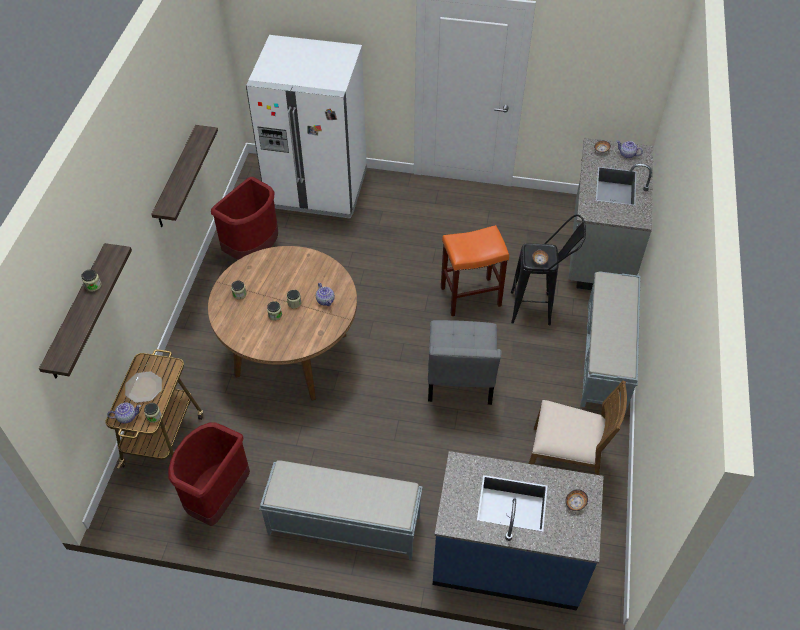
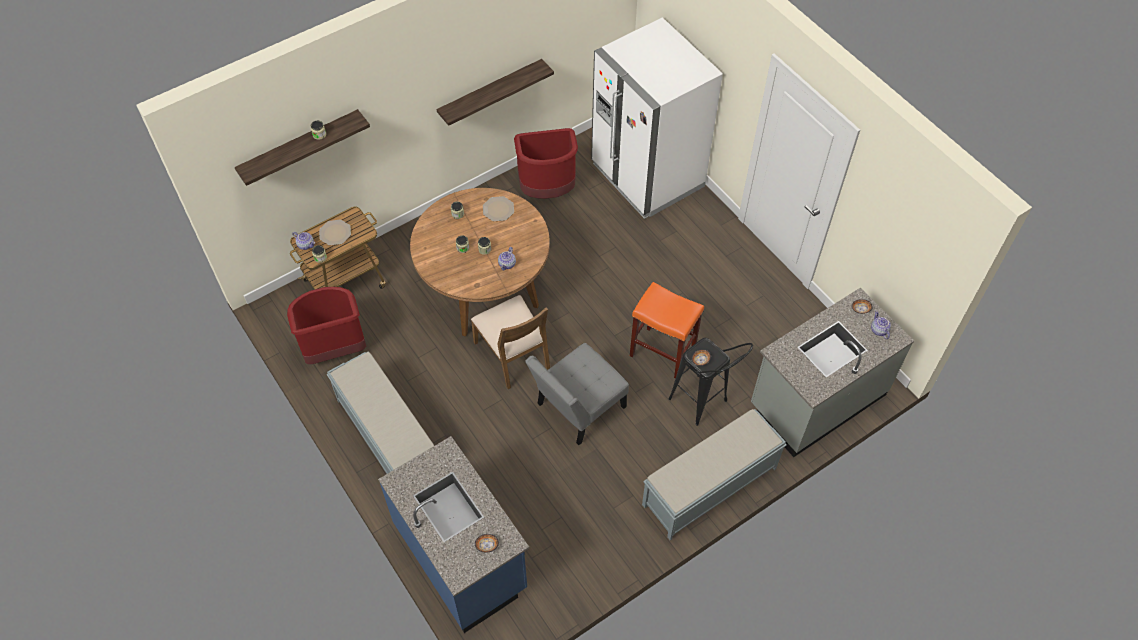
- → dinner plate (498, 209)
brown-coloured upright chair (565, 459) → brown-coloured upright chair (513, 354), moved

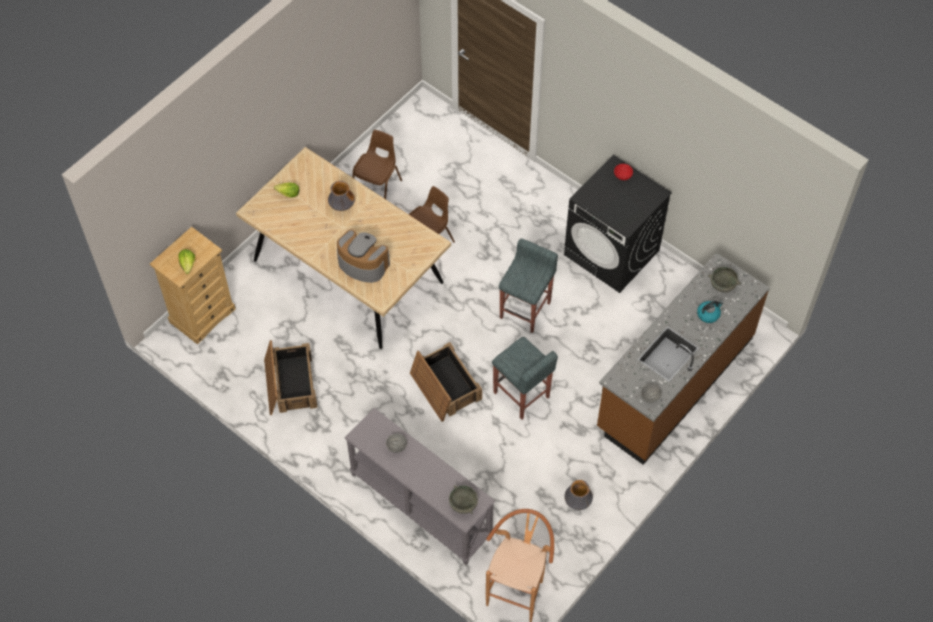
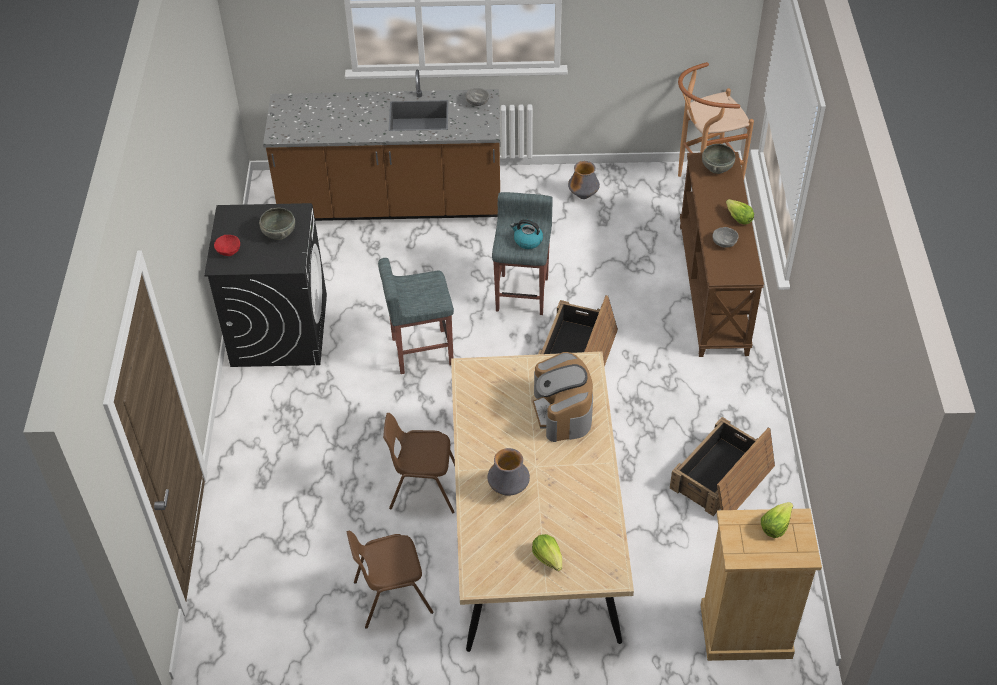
- → head of lettuce (738, 218)
water kettle (708, 314) → water kettle (527, 241), moved
grey bowl (723, 285) → grey bowl (278, 233), moved
grey hall table (420, 505) → brown-coloured hall table (714, 289)

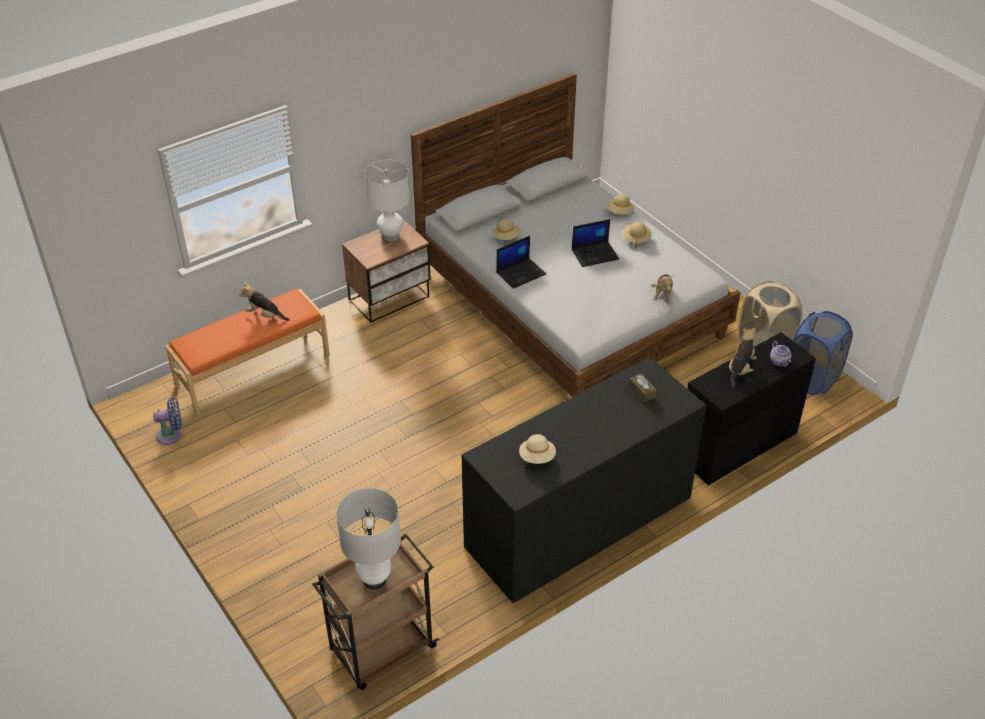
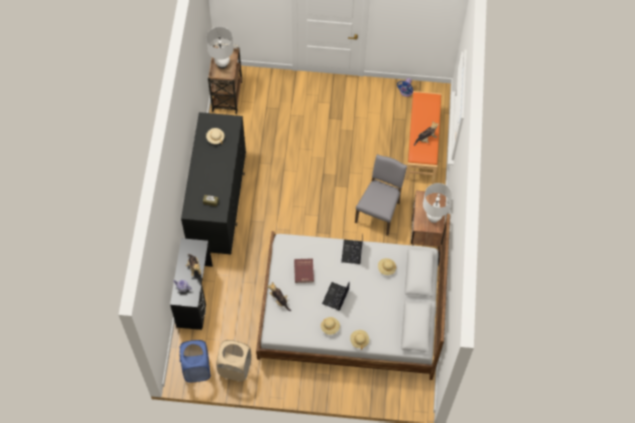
- → red volume (304, 271)
- → grey upright chair (379, 212)

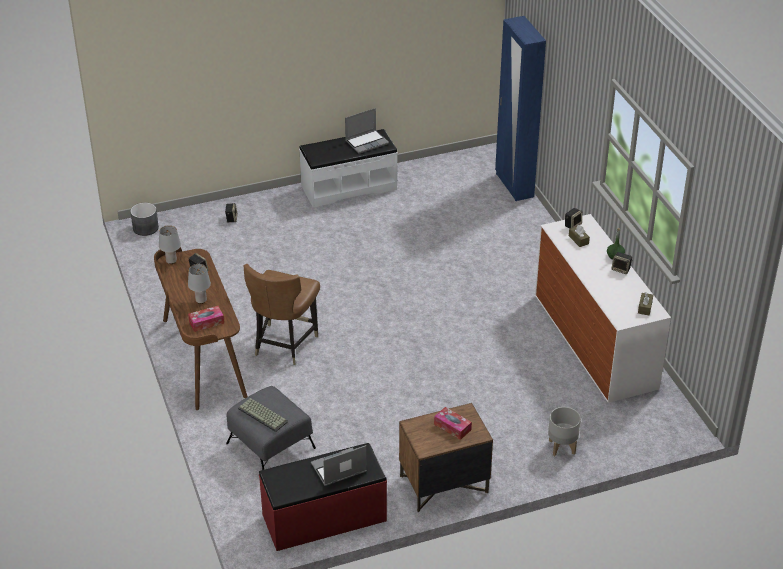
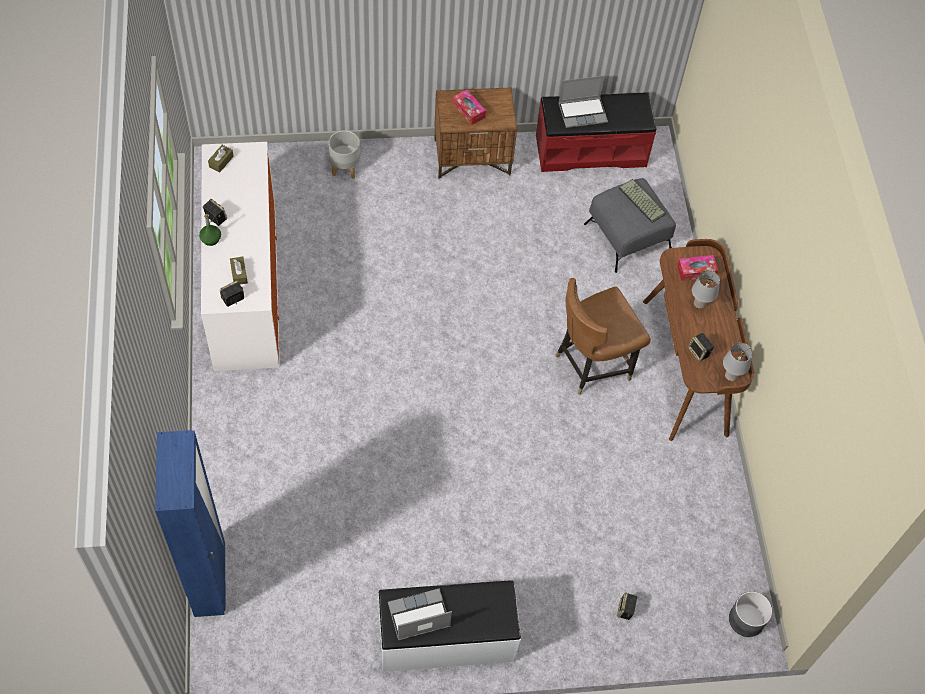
brown-coloured upright chair (284, 344) → brown-coloured upright chair (592, 364), 150 degrees counterclockwise

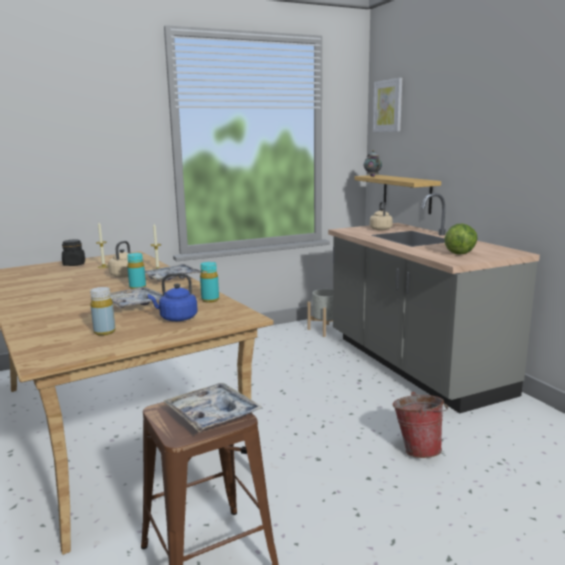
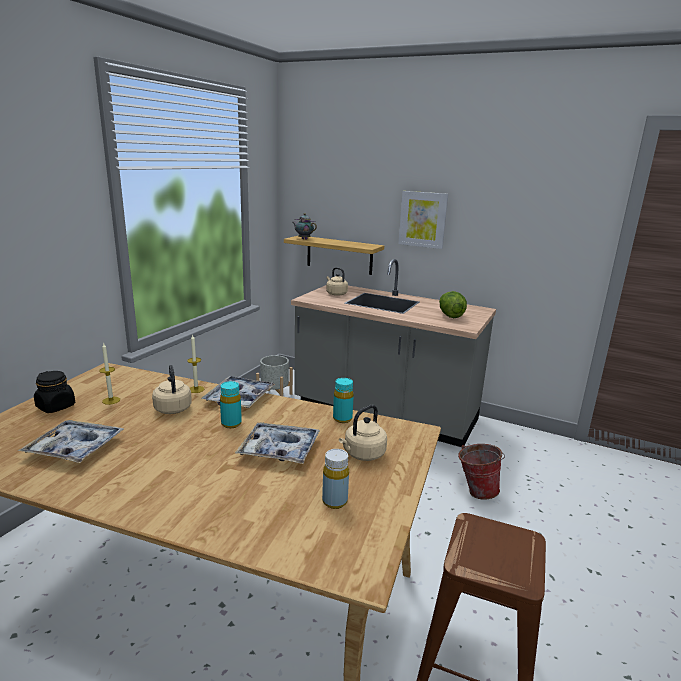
serving tray (212, 414) → serving tray (75, 448), moved
picture (388, 106) → picture (423, 219), moved
blue water kettle (176, 318) → beige water kettle (363, 454)

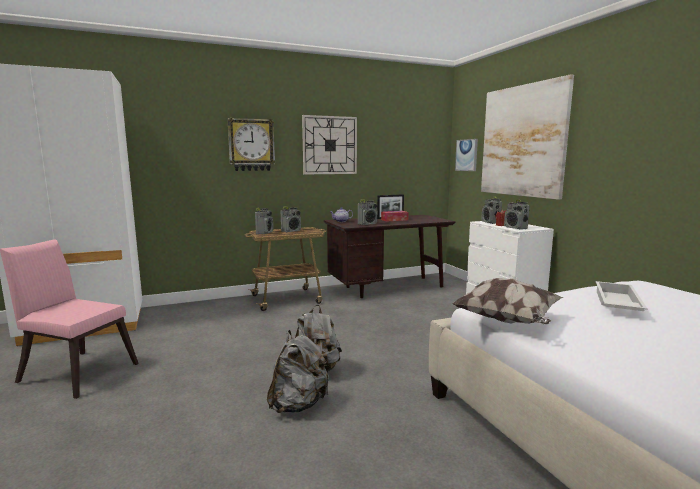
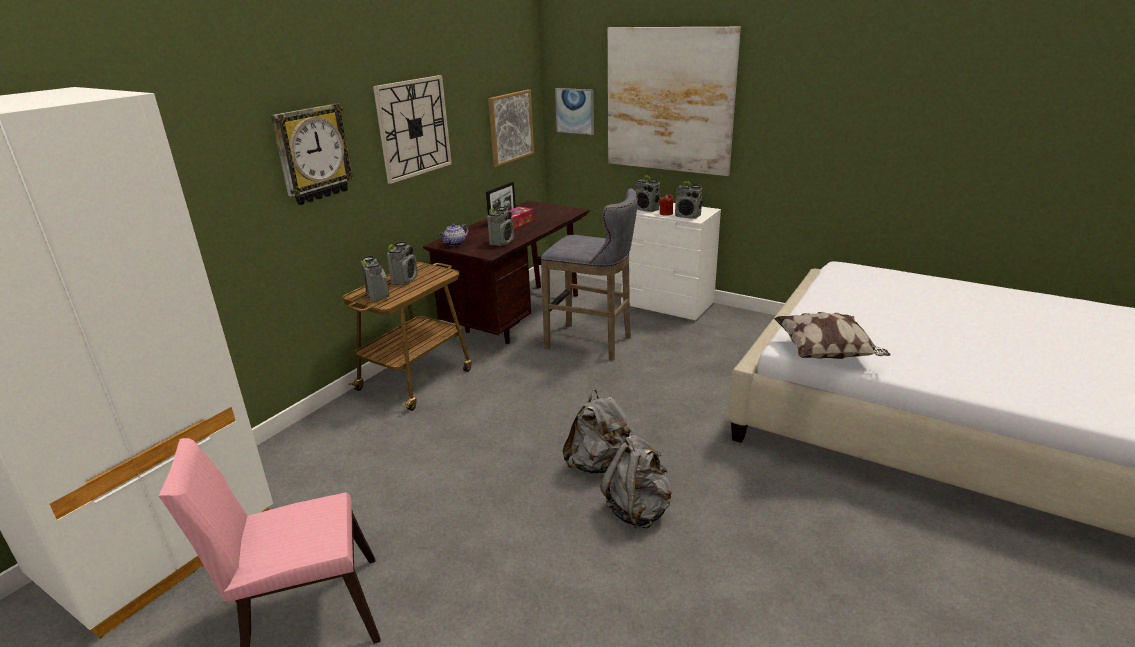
white serving tray (615, 303) → -
- → picture (510, 127)
- → grey stool seat (593, 343)

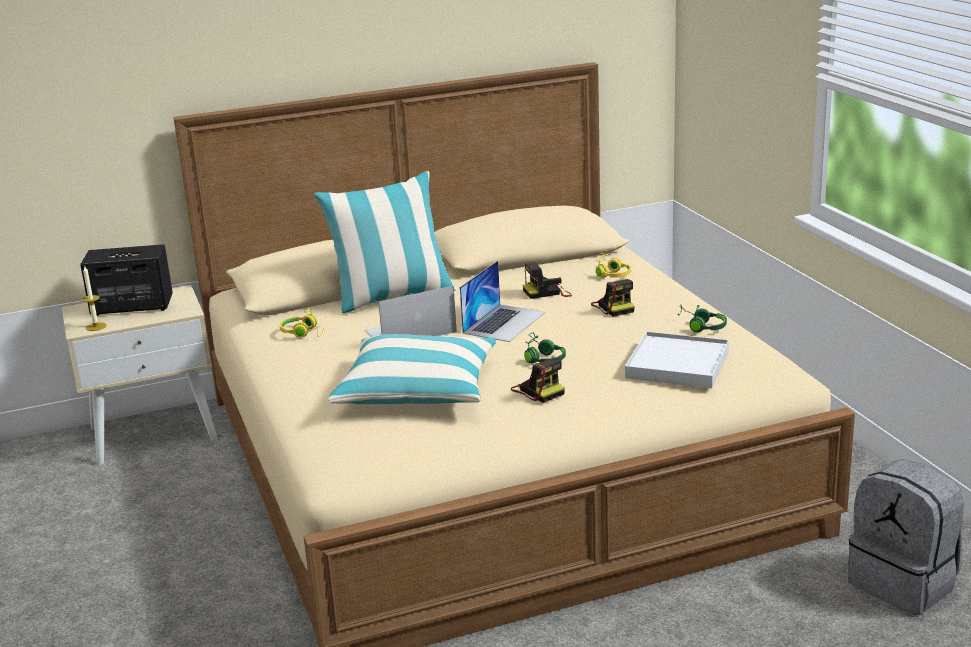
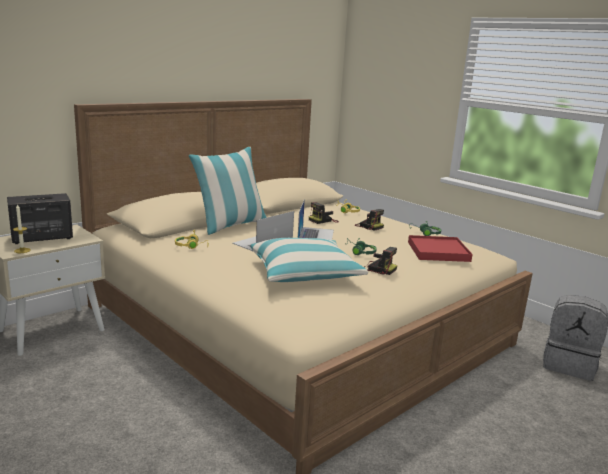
white serving tray (677, 365) → red serving tray (438, 251)

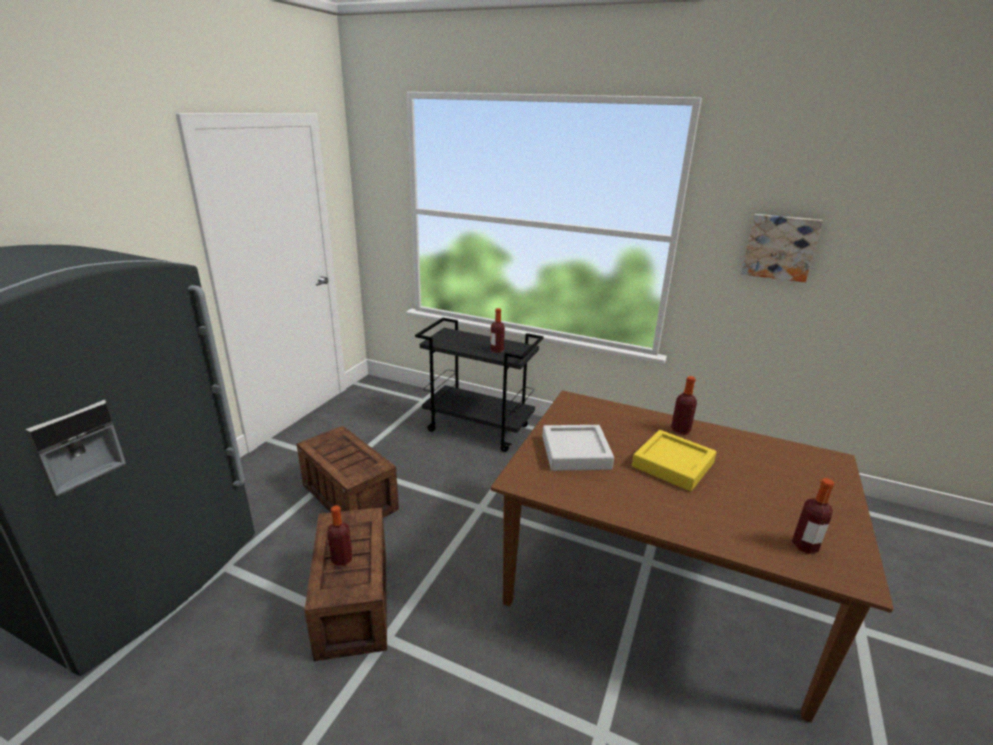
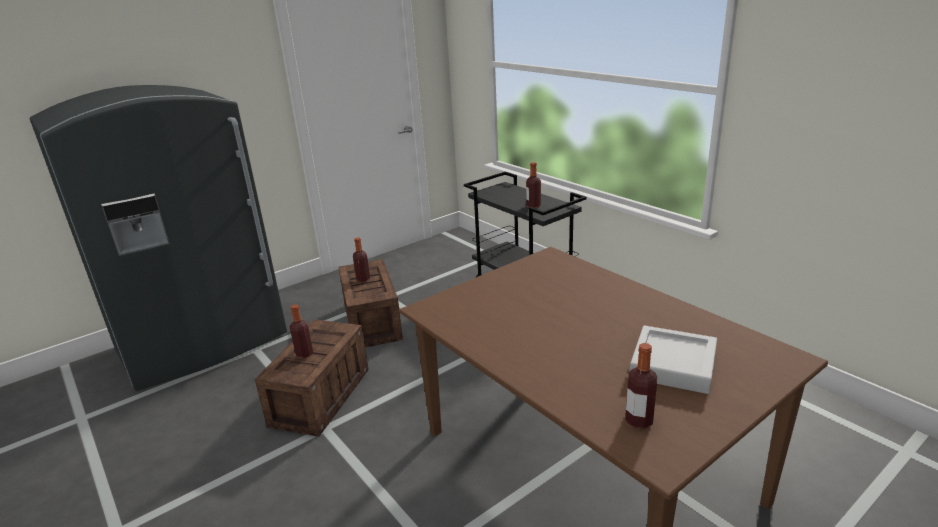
yellow serving tray (672, 465) → -
picture (779, 247) → -
grey serving tray (575, 452) → grey serving tray (673, 365), moved
beverage bottle (680, 430) → beverage bottle (363, 279), moved

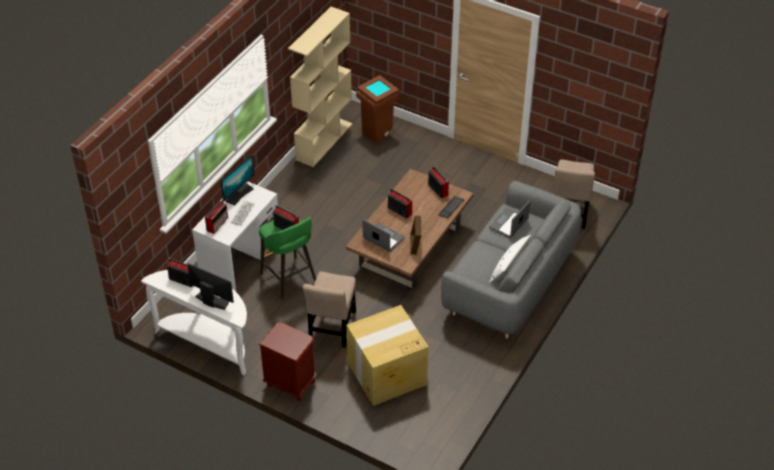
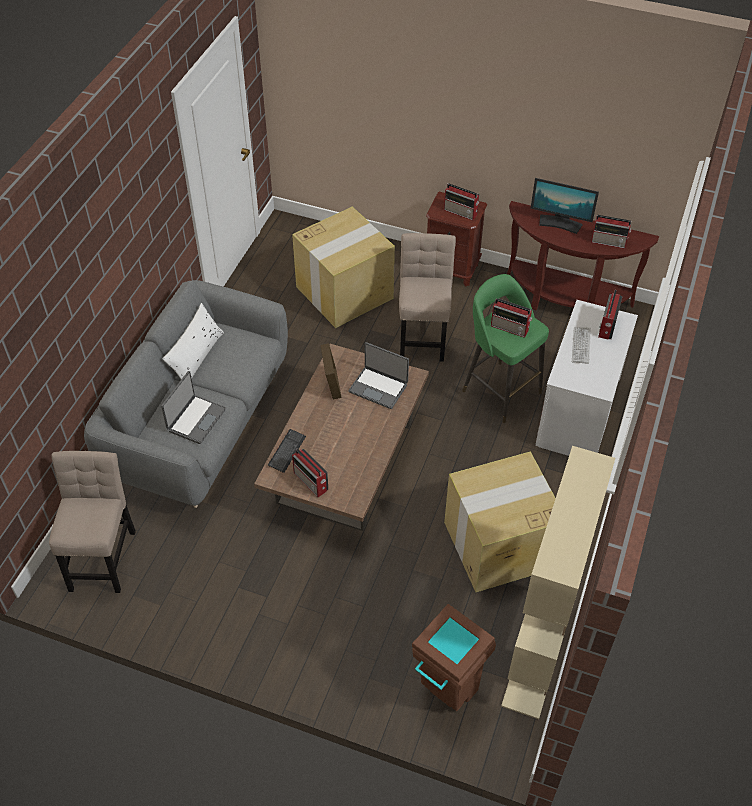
monitor (238, 194) → -
- → packing box (497, 545)
radio receiver (399, 210) → radio receiver (461, 212), moved
white hall table (208, 343) → brown-coloured hall table (565, 300)

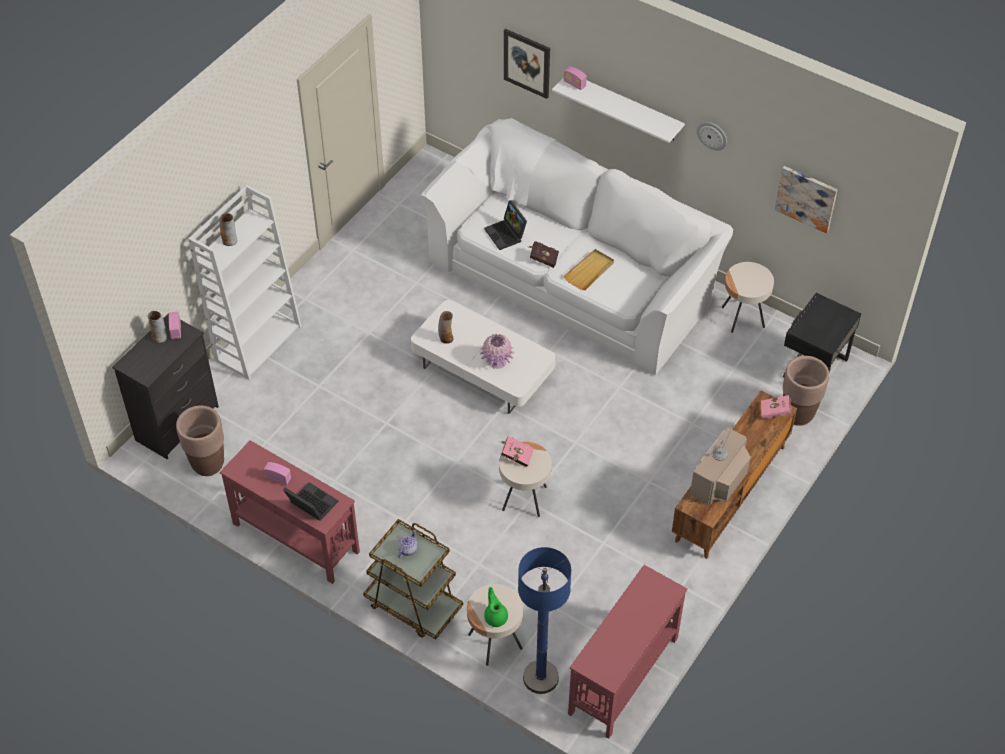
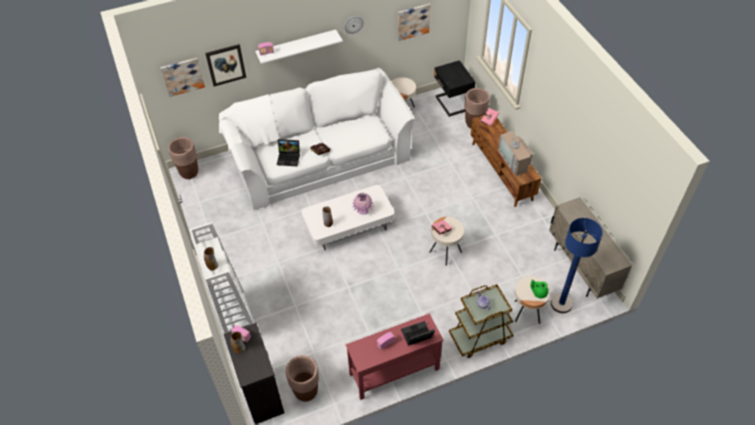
beige serving tray (589, 271) → -
- → picture (182, 76)
- → brown-coloured planter (189, 173)
red hall table (622, 676) → beige cupboard (580, 269)

